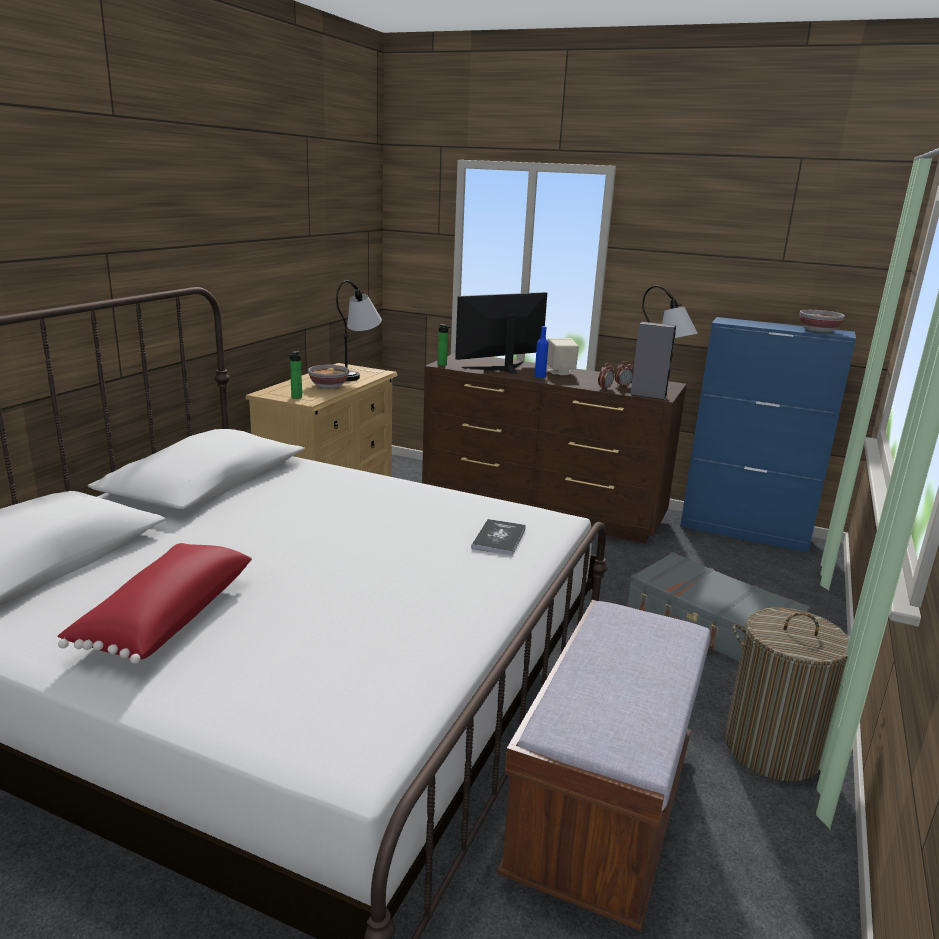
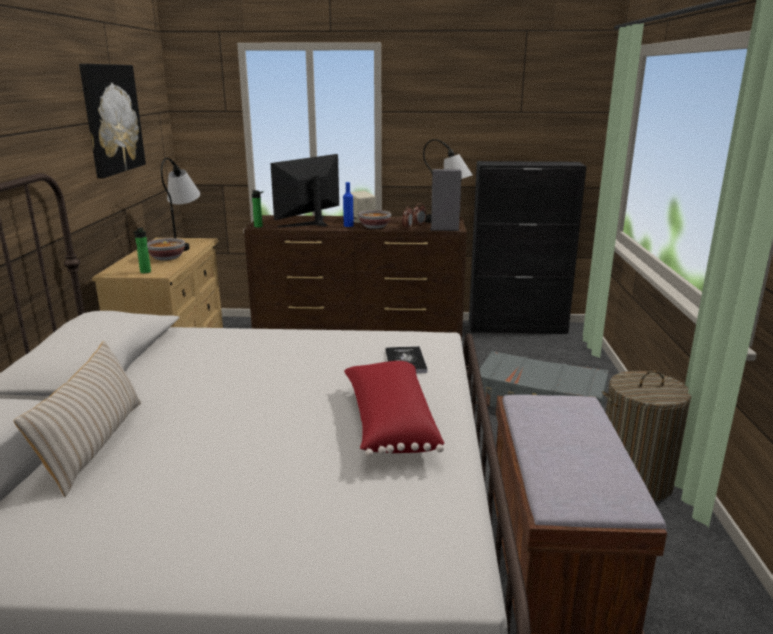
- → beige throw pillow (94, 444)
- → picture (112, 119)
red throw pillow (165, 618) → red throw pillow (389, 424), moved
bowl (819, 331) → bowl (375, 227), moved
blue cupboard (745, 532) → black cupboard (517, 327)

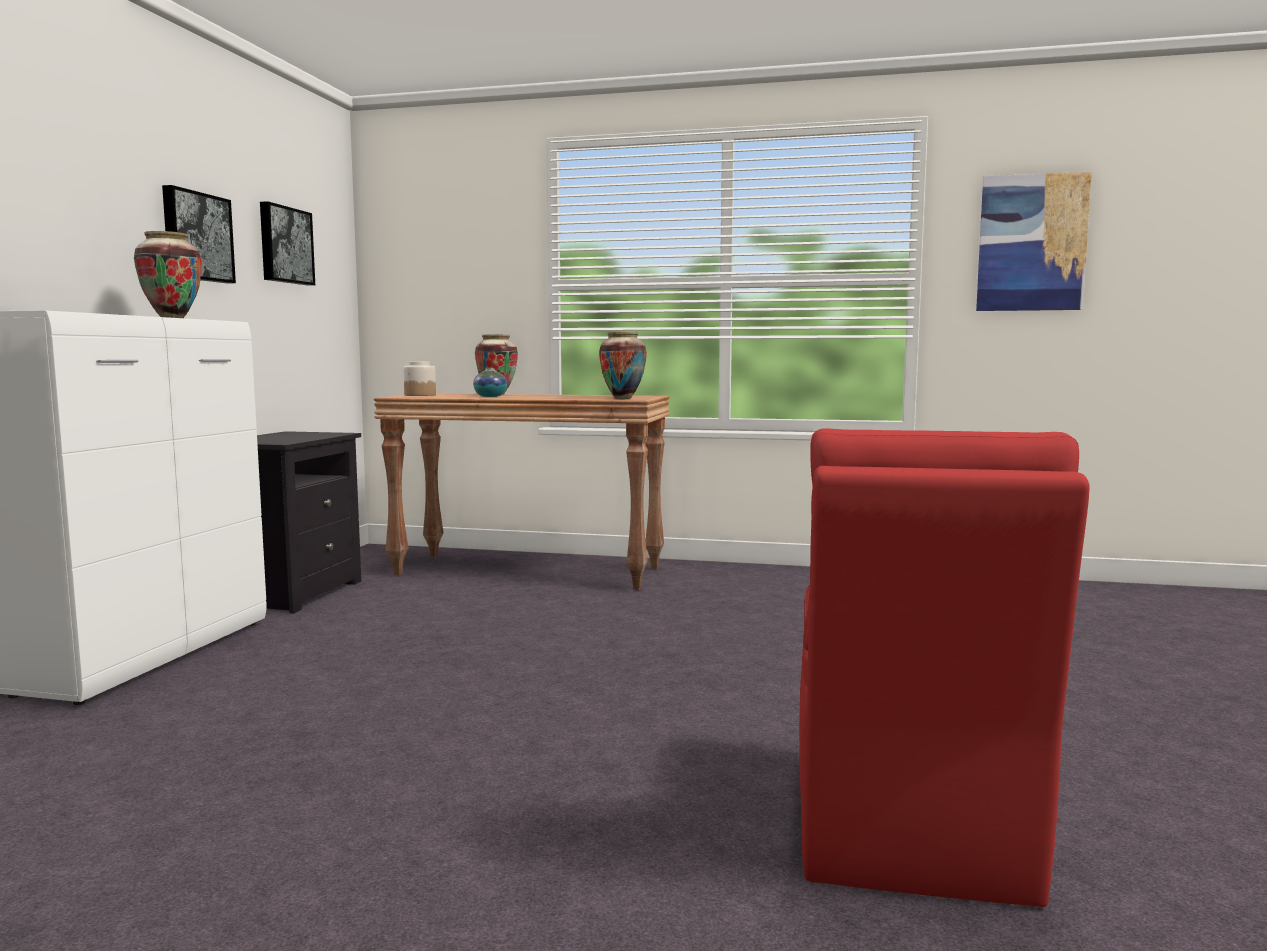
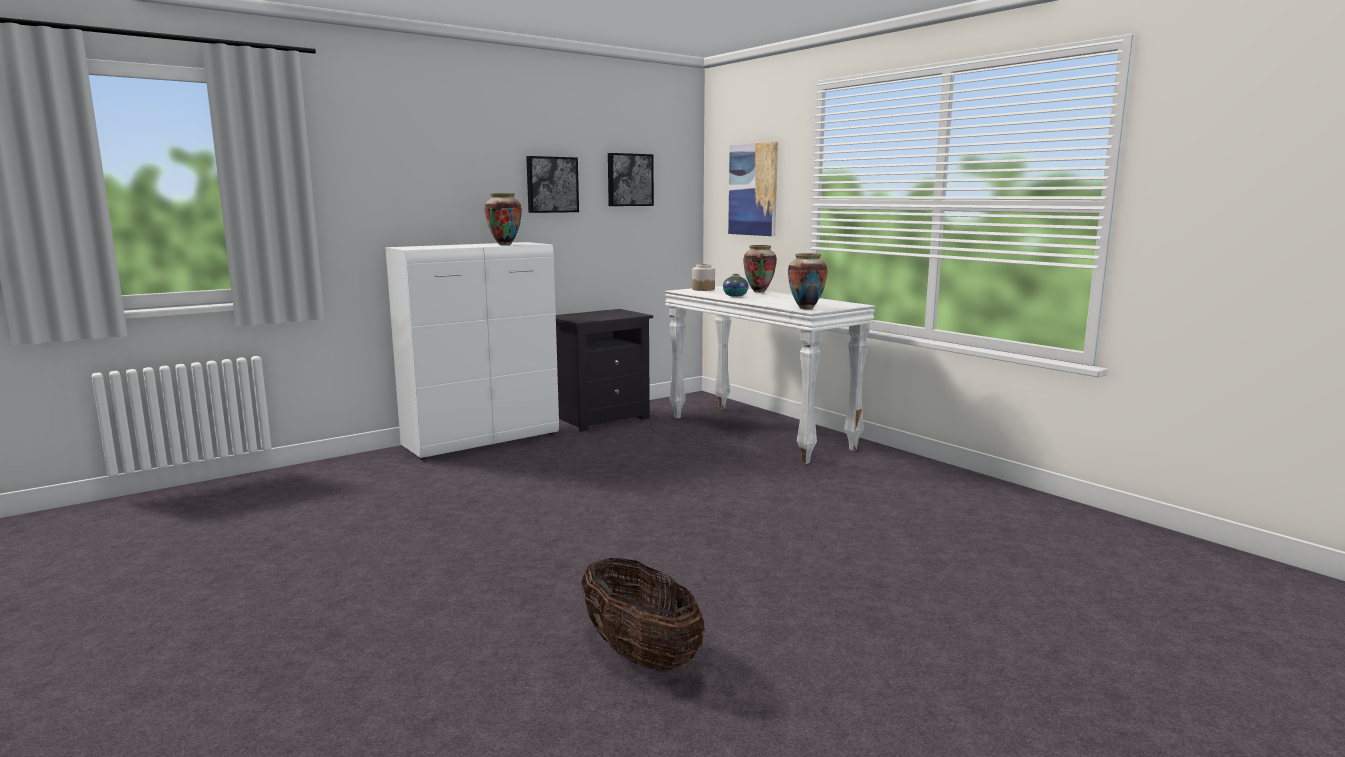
picture (1031, 243) → picture (753, 189), moved
red upright chair (906, 825) → basket (640, 655)
brown-coloured hall table (529, 571) → white hall table (760, 432)

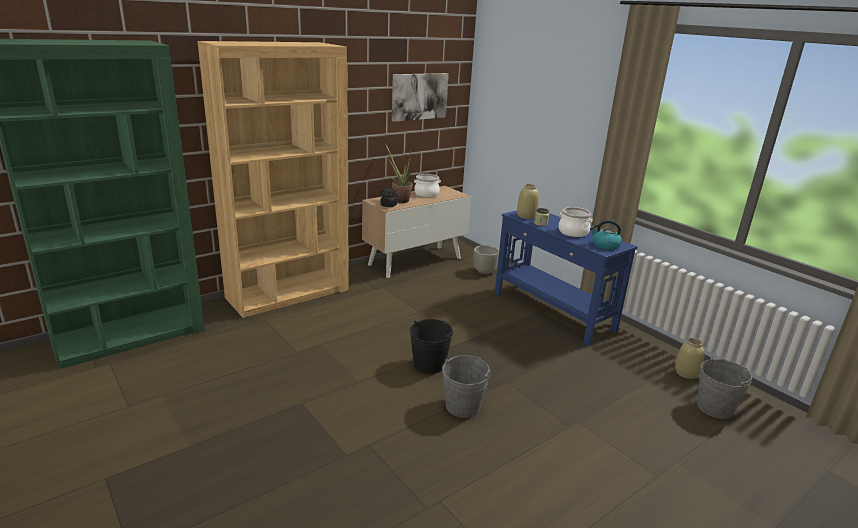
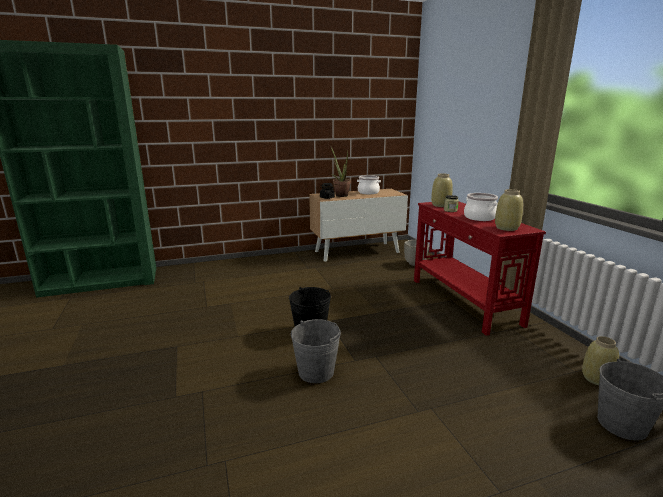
brown-coloured bookshelf (288, 294) → -
picture (419, 96) → -
water kettle (605, 245) → beige vase (507, 228)
blue hall table (552, 312) → red hall table (463, 301)

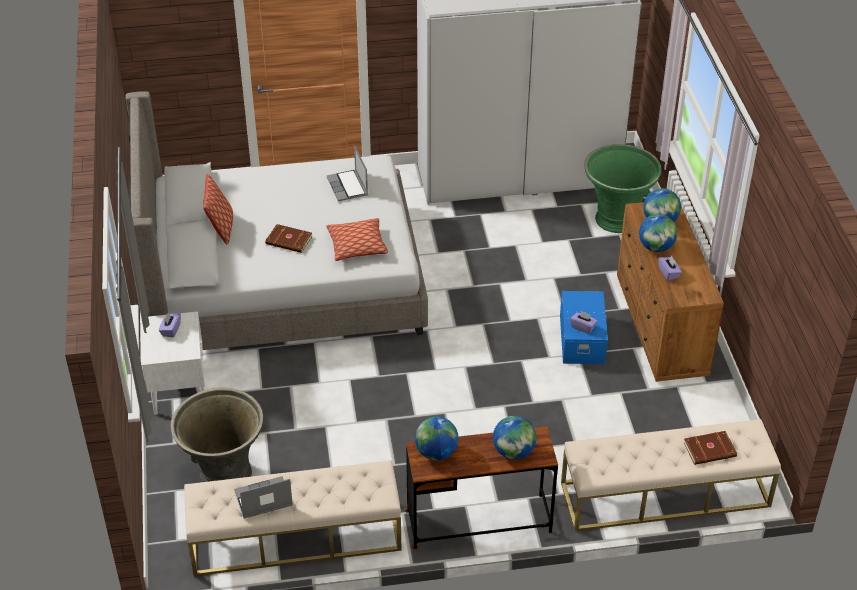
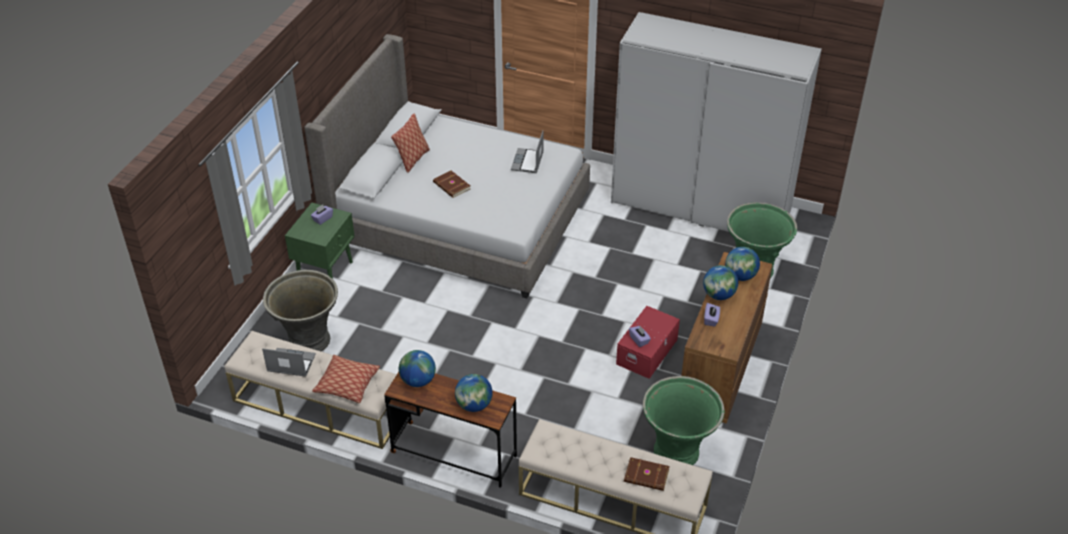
- → green planter (677, 452)
throw pillow (357, 246) → throw pillow (347, 384), moved
white nightstand (179, 391) → green nightstand (326, 270)
blue storage container (583, 338) → red storage container (647, 352)

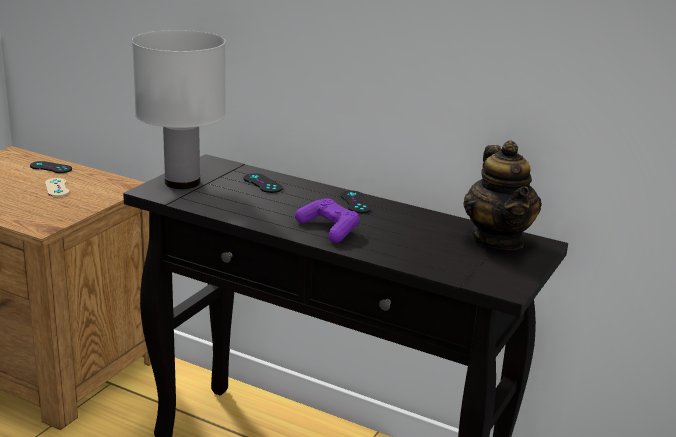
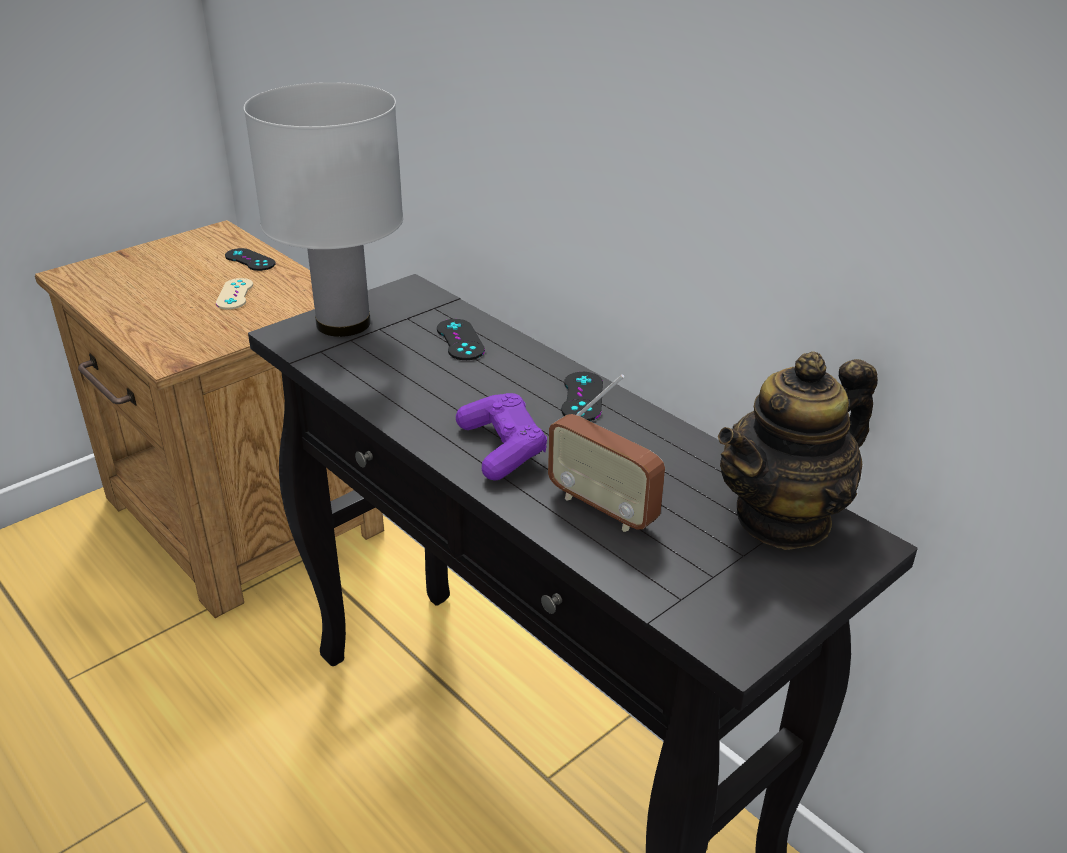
- → radio receiver (602, 508)
teapot (498, 239) → teapot (783, 518), 45 degrees clockwise

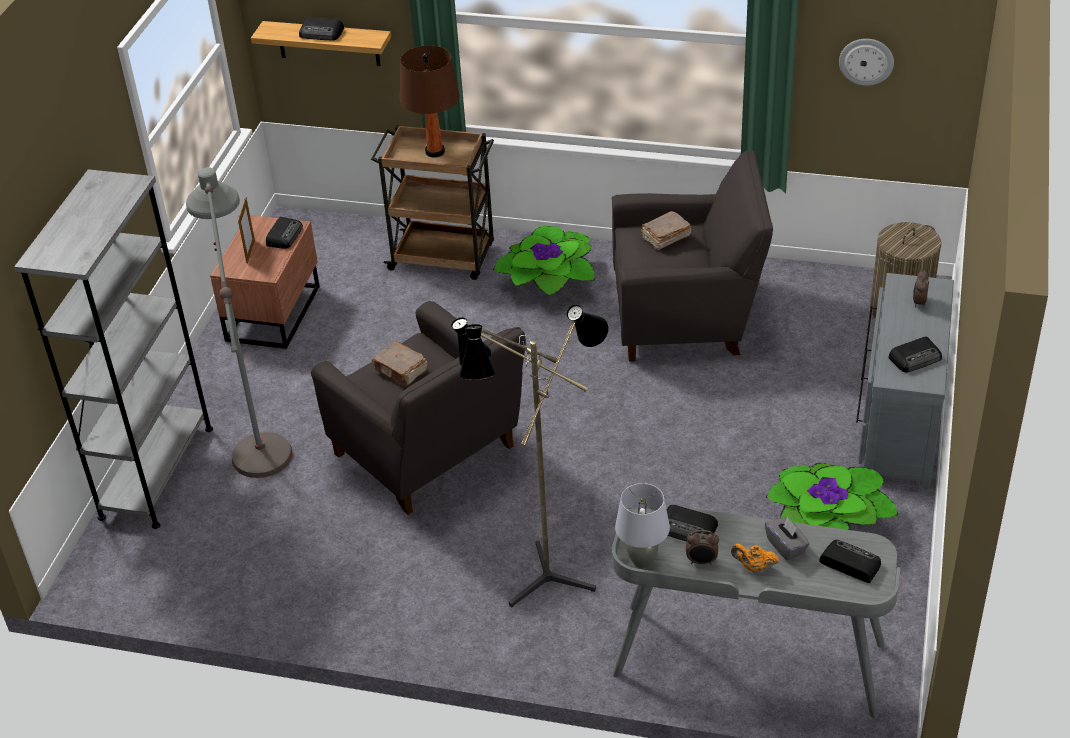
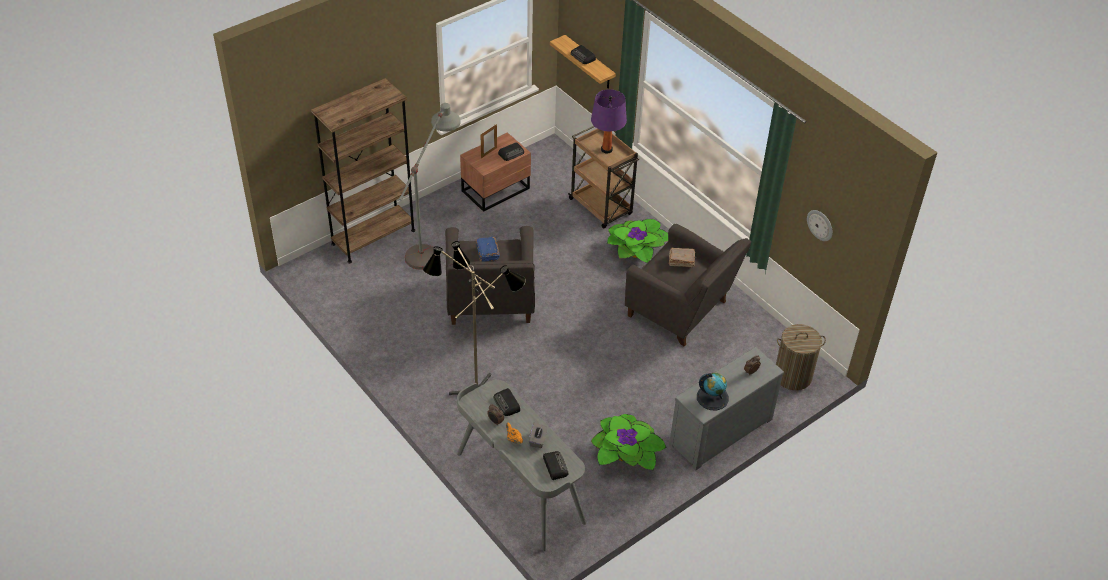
grey table lamp (642, 561) → -
radio receiver (916, 358) → globe (712, 397)
grey bookshelf (157, 472) → brown-coloured bookshelf (373, 237)
brown-coloured volume (401, 371) → blue volume (487, 253)
brown-coloured table lamp (435, 151) → purple-coloured table lamp (606, 149)

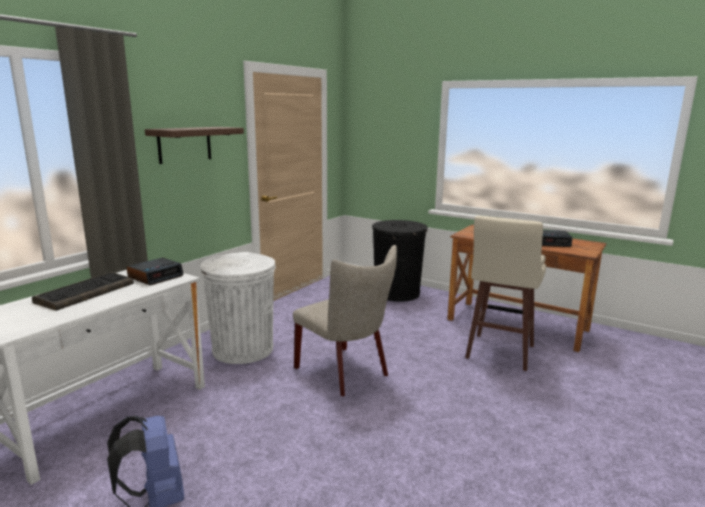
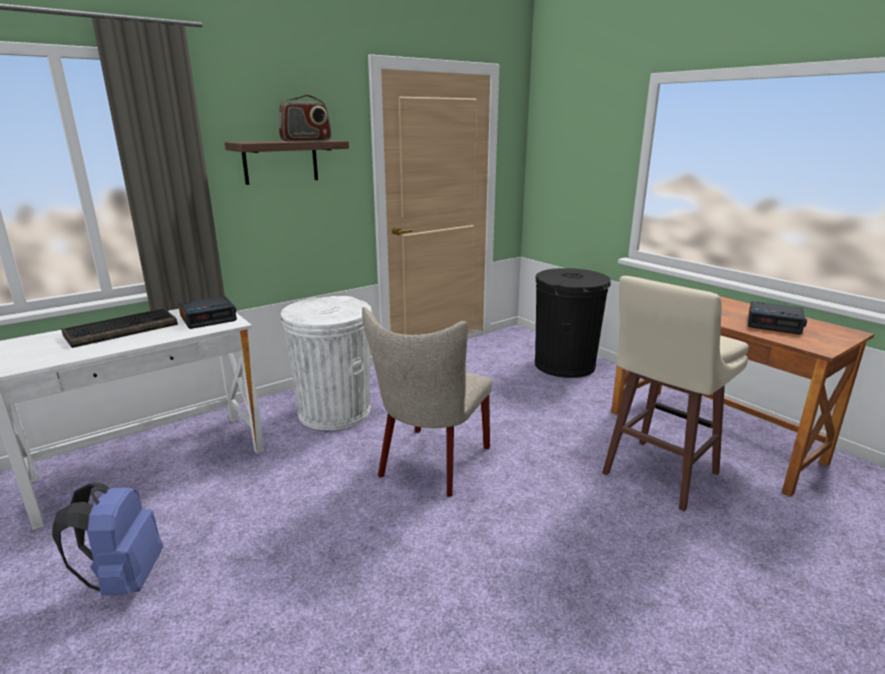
- → radio receiver (306, 141)
beige upright chair (346, 373) → beige upright chair (431, 464), 45 degrees clockwise

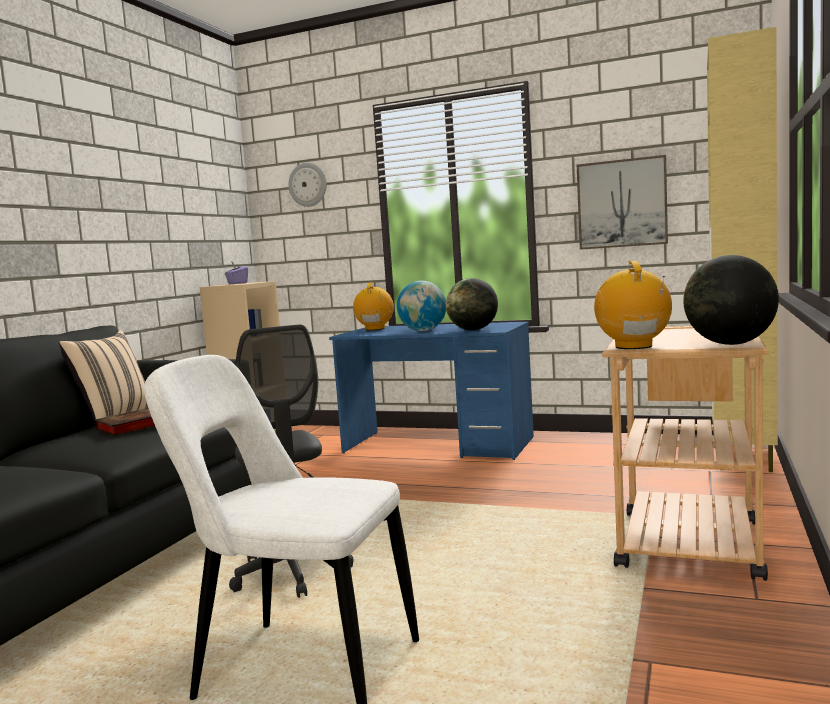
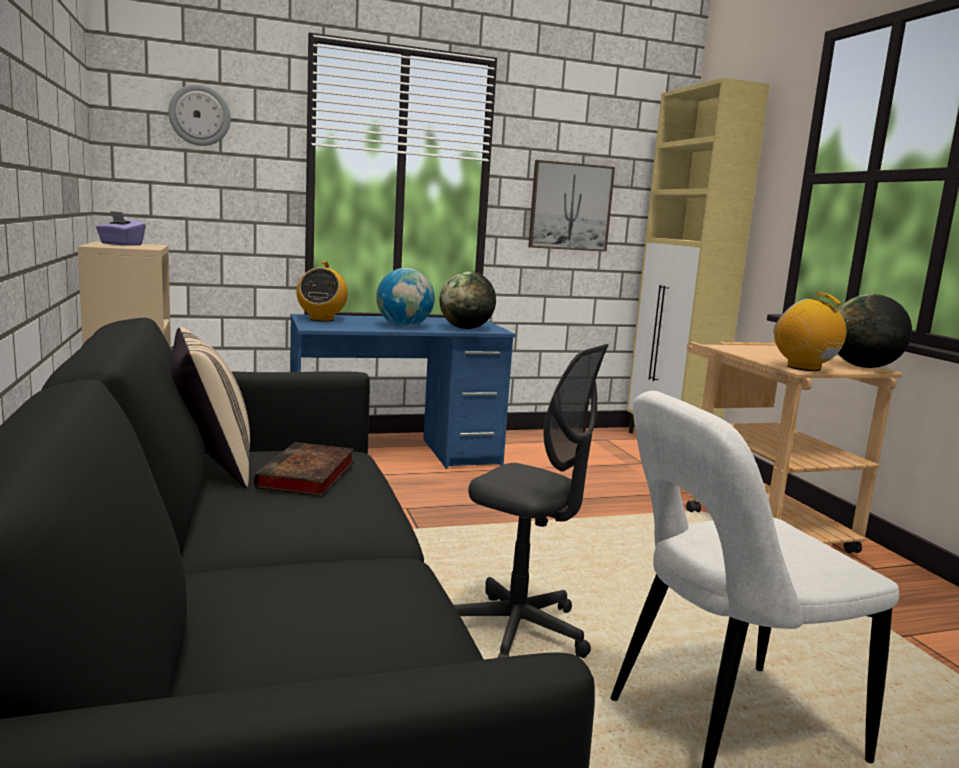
radio receiver (375, 329) → radio receiver (321, 319), 150 degrees counterclockwise

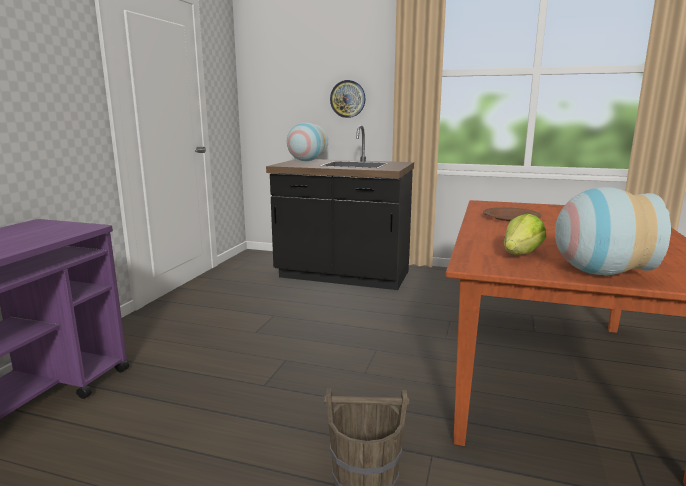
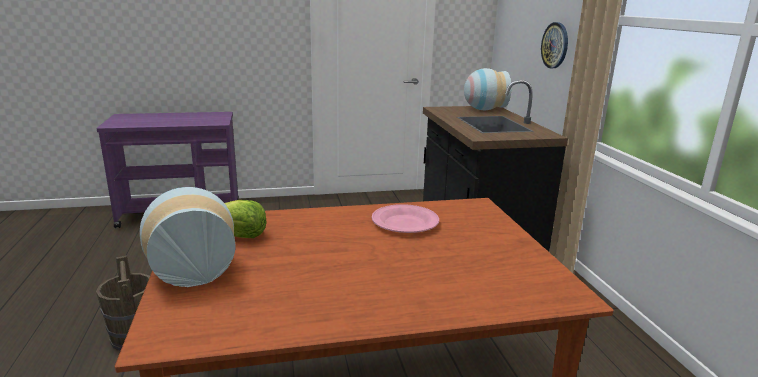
brown-coloured dinner plate (511, 218) → pink-coloured dinner plate (404, 223)

